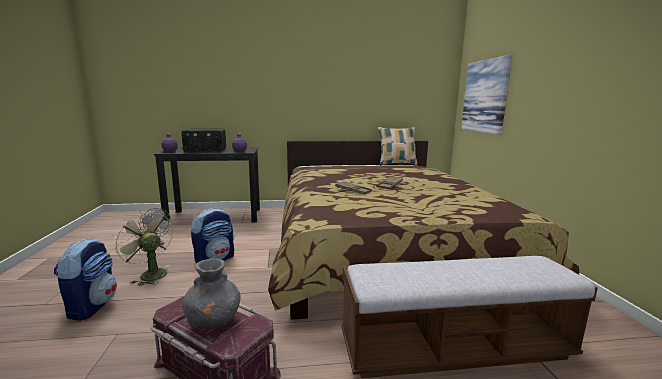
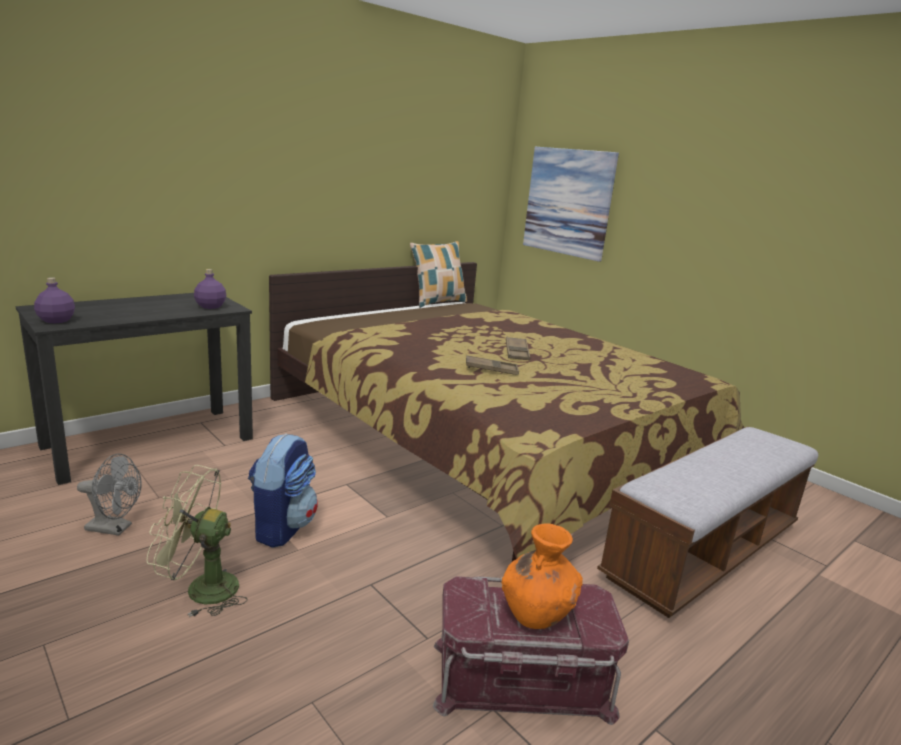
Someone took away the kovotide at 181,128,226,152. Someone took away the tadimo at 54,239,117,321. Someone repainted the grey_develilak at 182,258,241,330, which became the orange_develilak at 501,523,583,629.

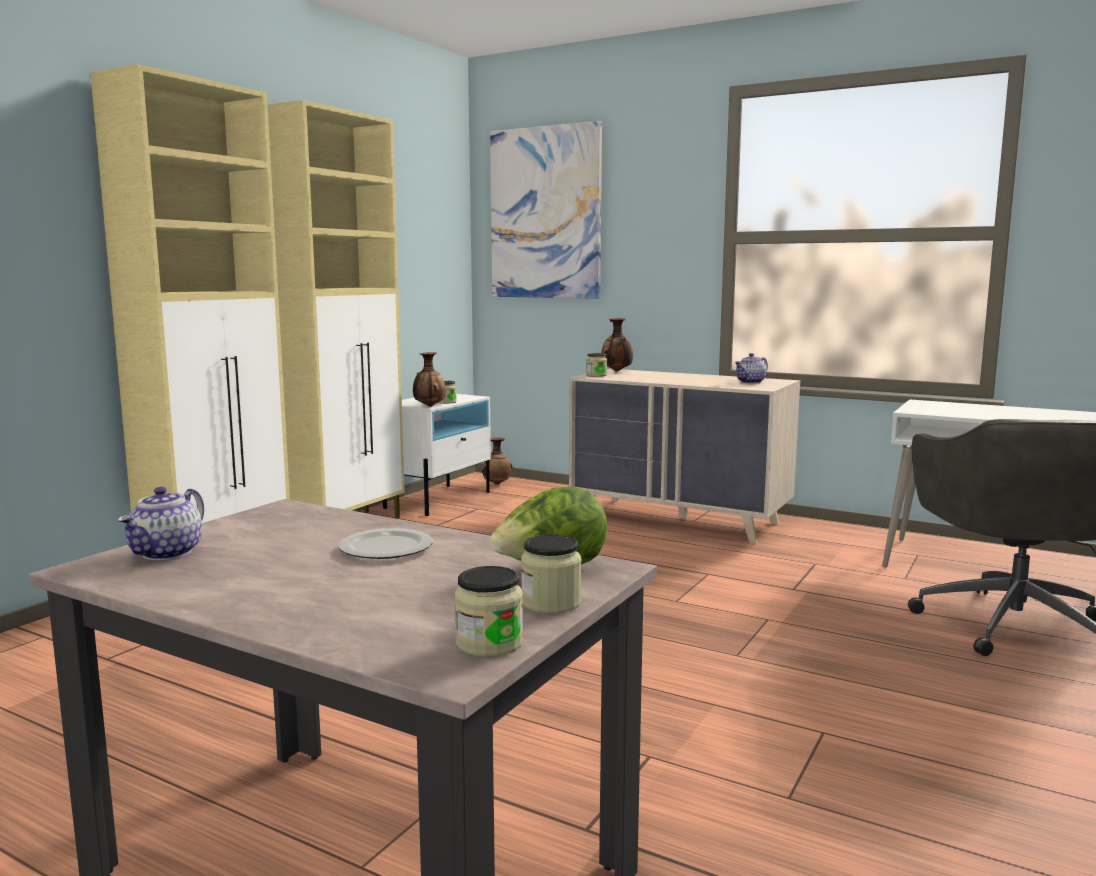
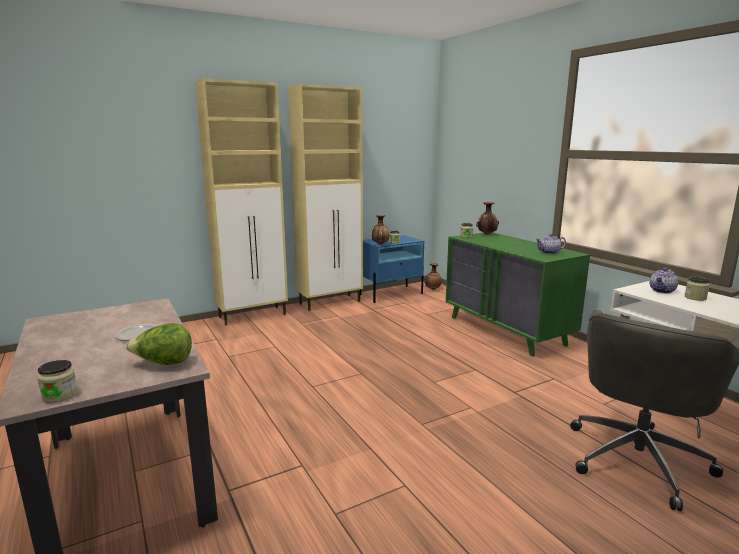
Someone took away the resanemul at 490,121,602,299. Someone repainted the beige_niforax at 569,369,800,544, which became the green_niforax at 446,233,590,357. Someone repainted the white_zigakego at 383,394,491,516, which became the blue_zigakego at 360,235,424,303. Someone carried the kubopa from 117,487,204,560 to 650,268,678,294. Someone carried the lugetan from 521,534,582,614 to 685,277,710,301.

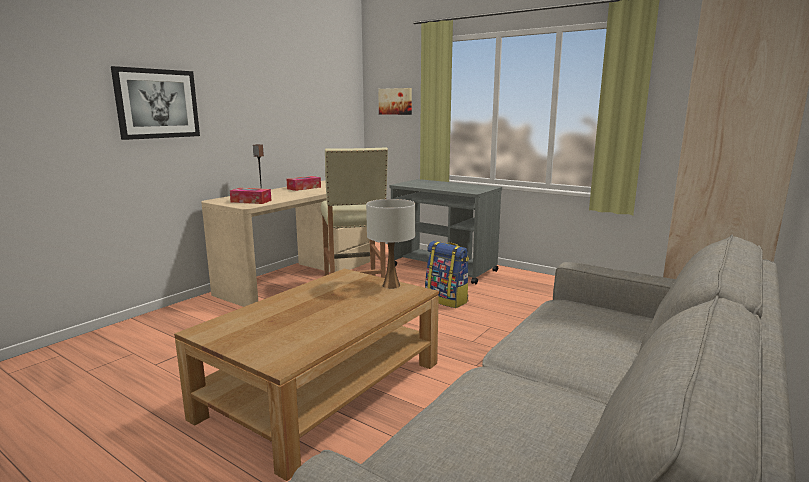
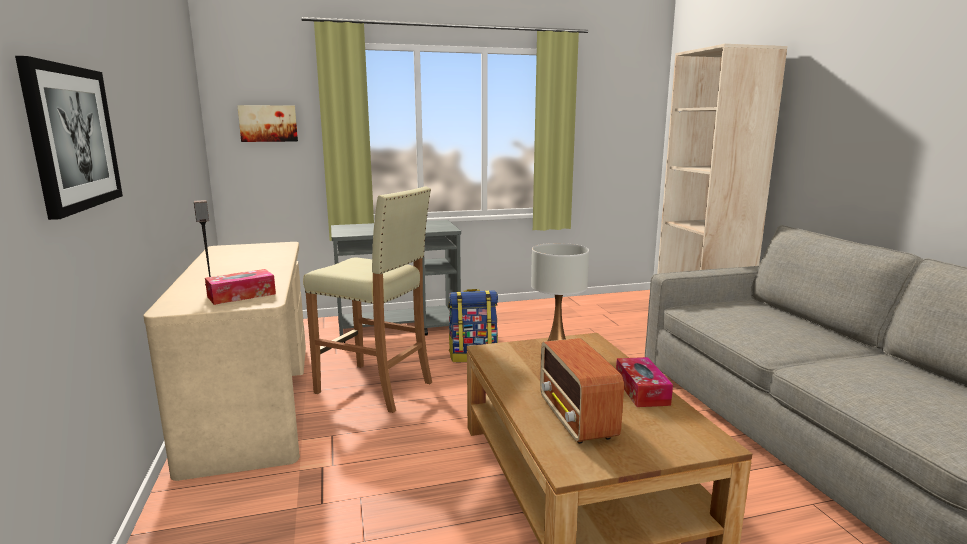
Someone carried the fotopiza from 286,176,321,191 to 616,357,673,407. Someone put down the kovotide at 540,338,624,444.

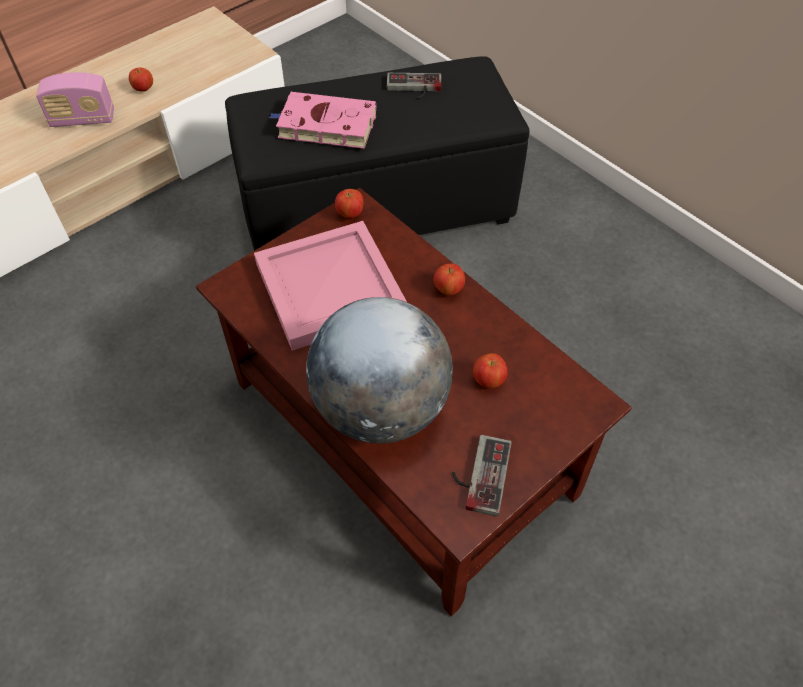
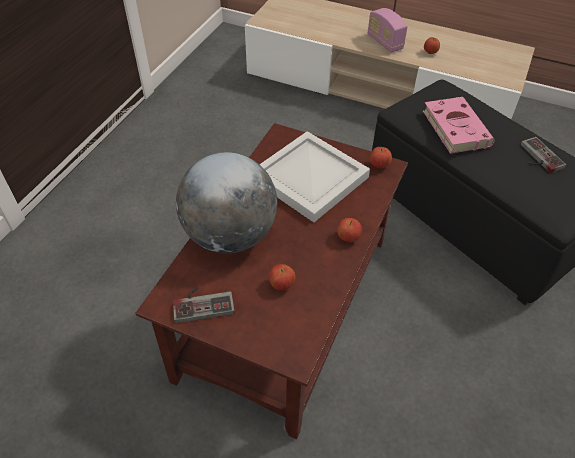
Someone repainted the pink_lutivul at 254,221,407,351, which became the white_lutivul at 259,131,370,222.

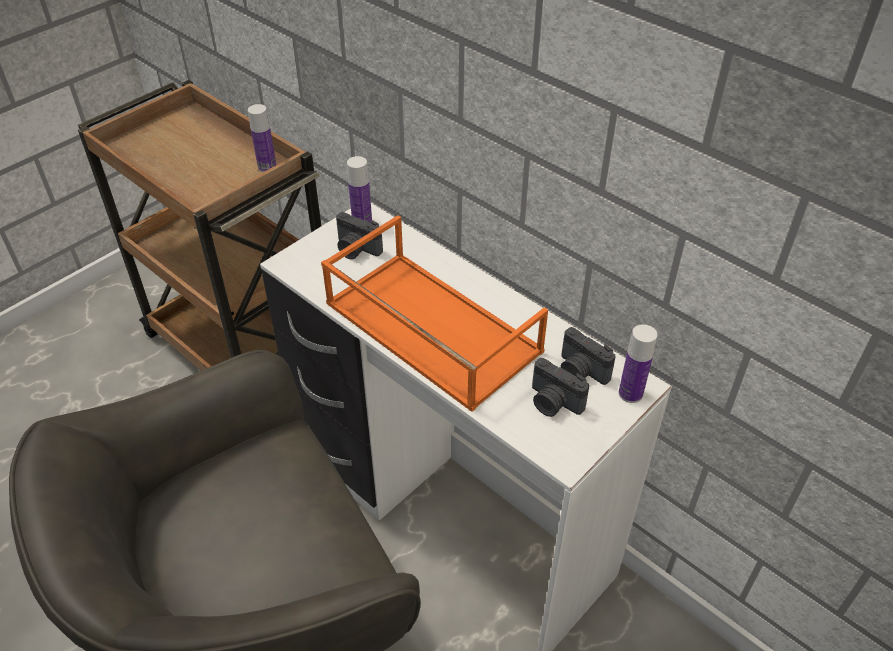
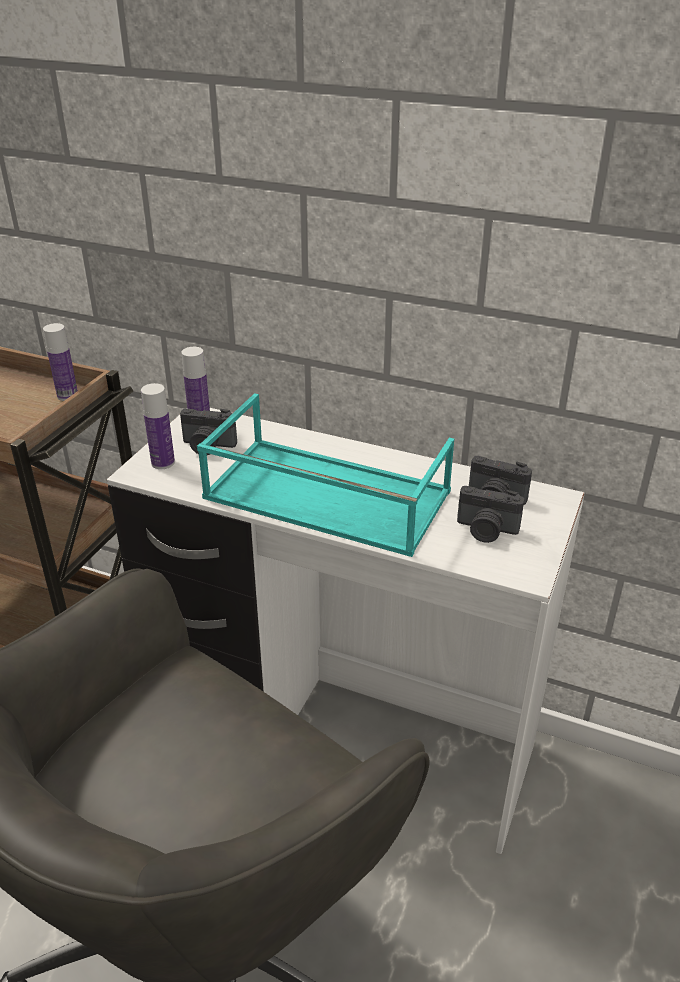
Someone repainted the orange_lutivul at 321,215,548,412, which became the turquoise_lutivul at 197,393,454,557. Someone carried the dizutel from 619,324,658,403 to 141,383,175,469.

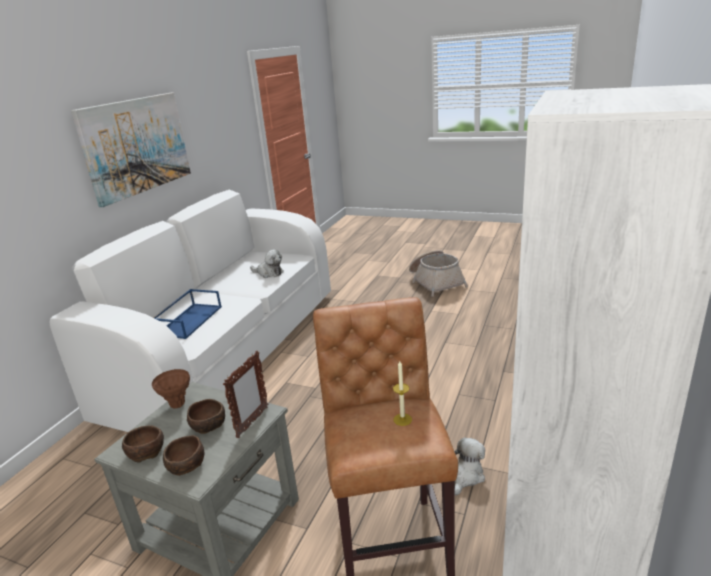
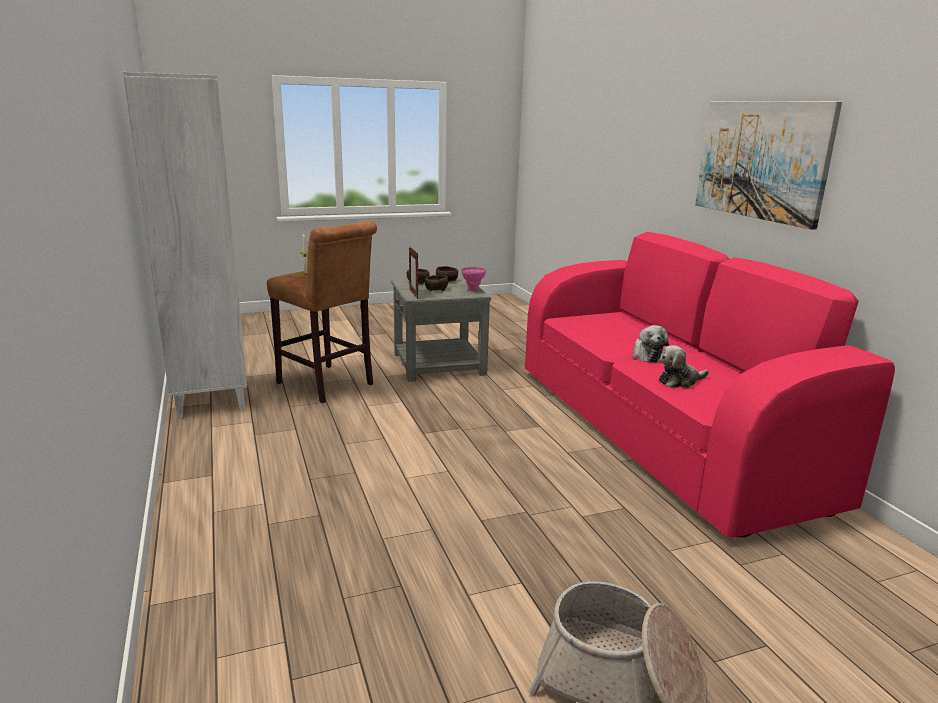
Someone repainted the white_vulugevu at 50,189,331,432, which became the pink_vulugevu at 525,232,895,538. Someone took away the blue_lutivul at 153,289,222,339. Someone repainted the brown_develilak at 152,369,190,409, which became the pink_develilak at 461,267,486,291. Someone carried the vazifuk from 454,437,485,496 to 632,325,669,362.

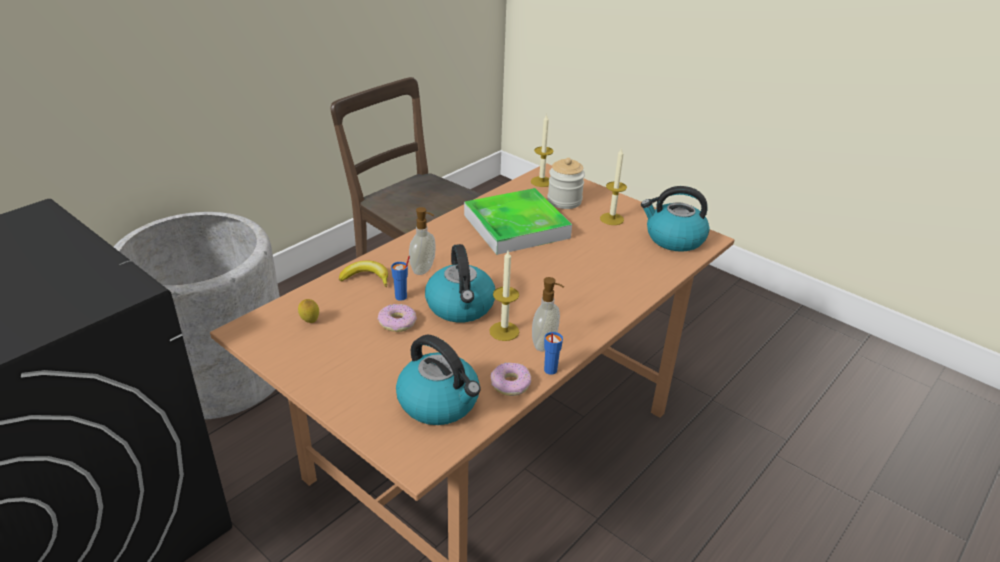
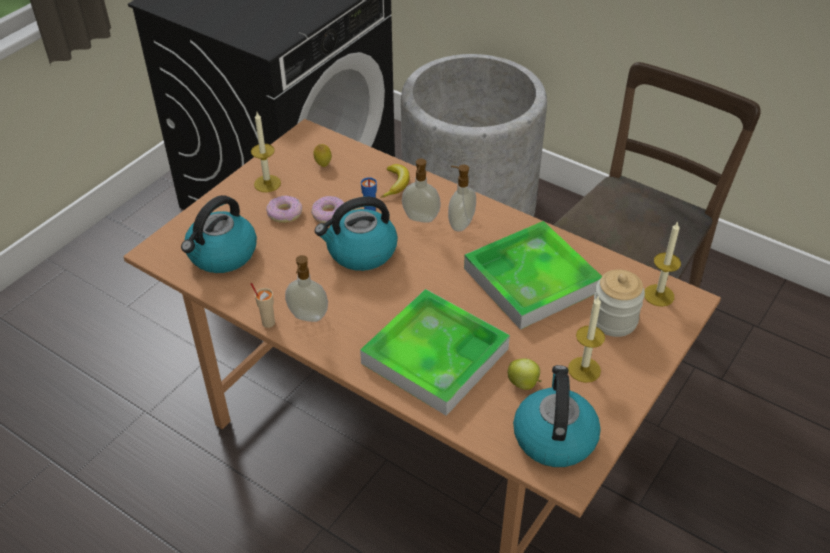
Someone carried the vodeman from 489,251,519,341 to 251,112,281,192. Someone repainted the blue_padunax at 544,332,563,375, which became the beige_padunax at 251,283,275,328. Someone carried the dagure from 491,363,531,396 to 266,196,302,223. Someone put down the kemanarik at 448,165,476,232. Someone put down the lutivul at 360,289,510,416. Someone put down the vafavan at 508,358,542,390.

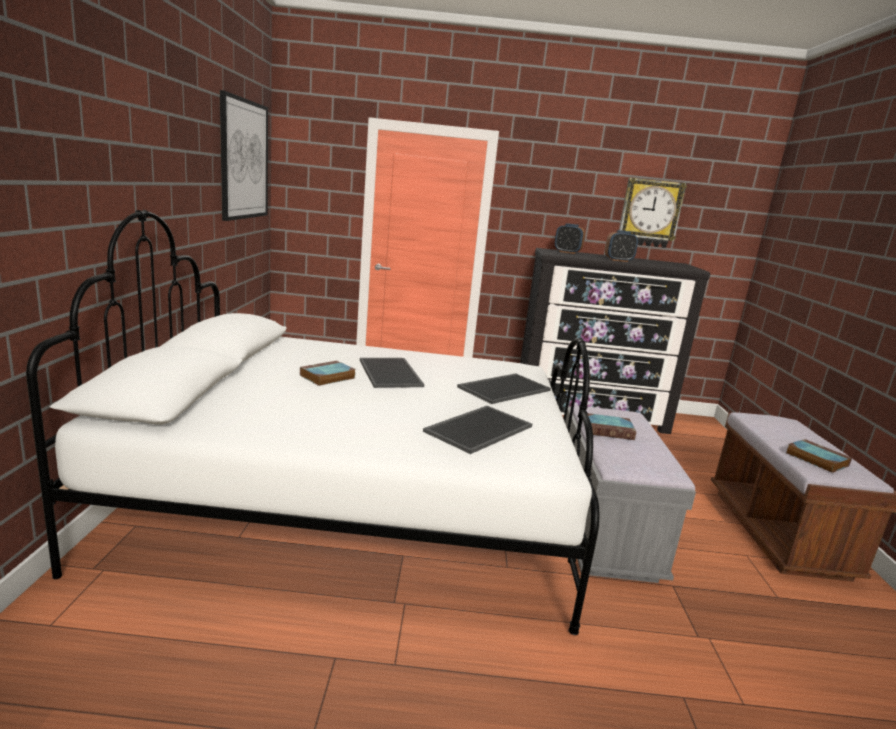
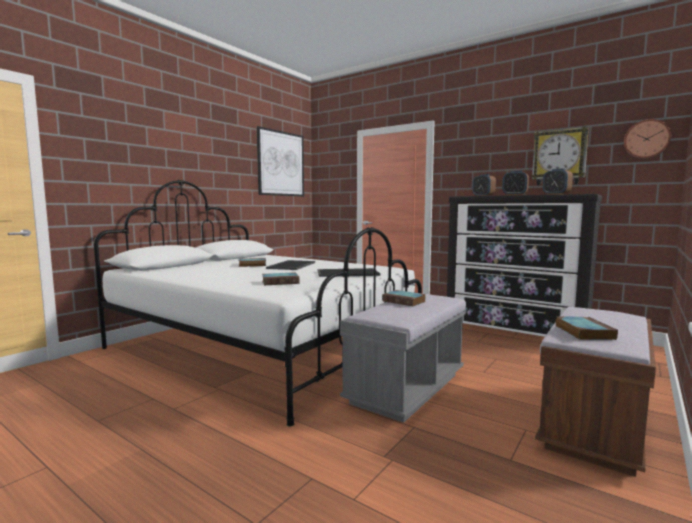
Someone swapped the lutivul at 423,406,532,454 for the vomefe at 262,272,299,285. Someone put up the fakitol at 624,119,671,159. Someone put down the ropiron at 543,168,573,195.

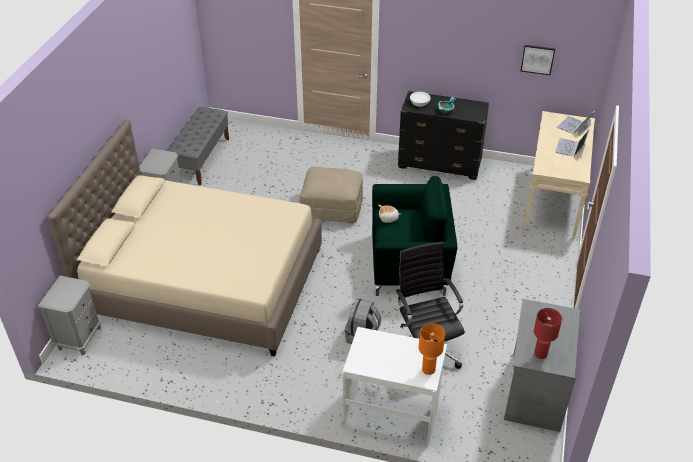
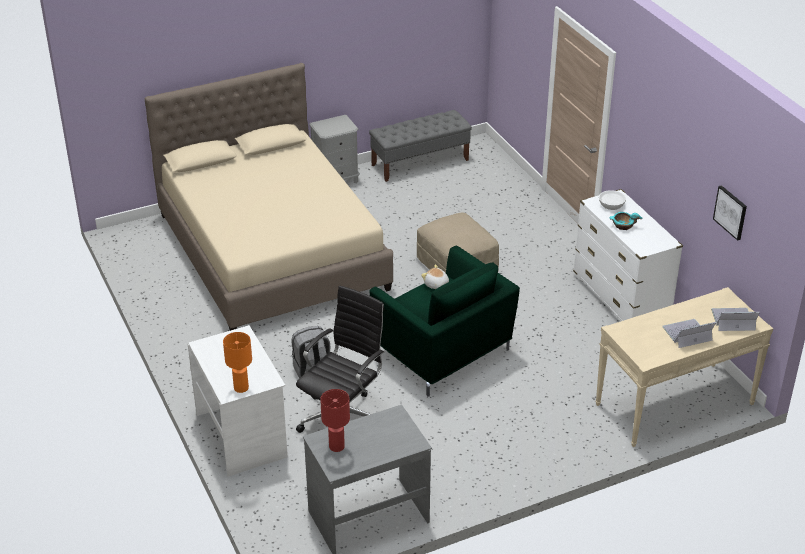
Someone repainted the black_niforax at 398,91,490,180, which became the white_niforax at 573,189,683,321. Someone took away the grey_zigakego at 38,276,101,355.

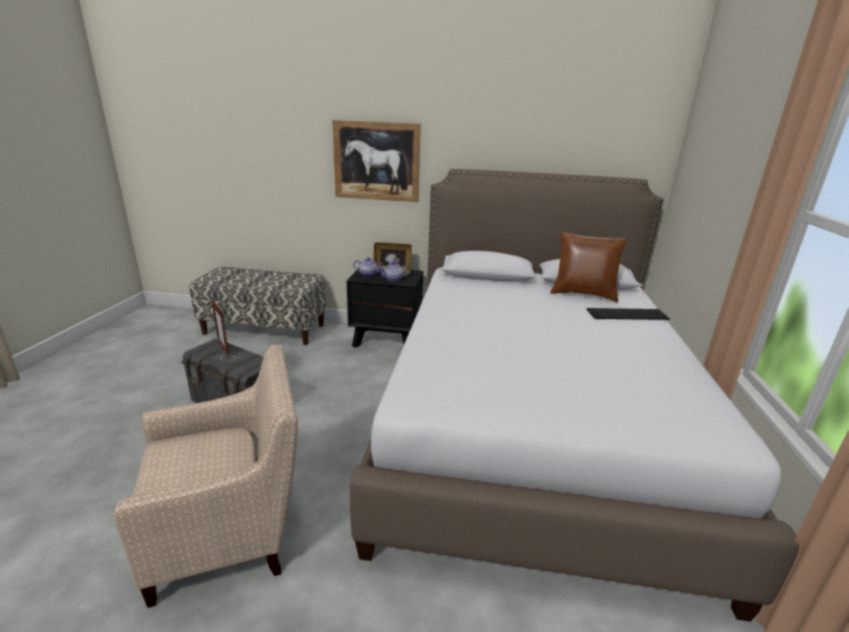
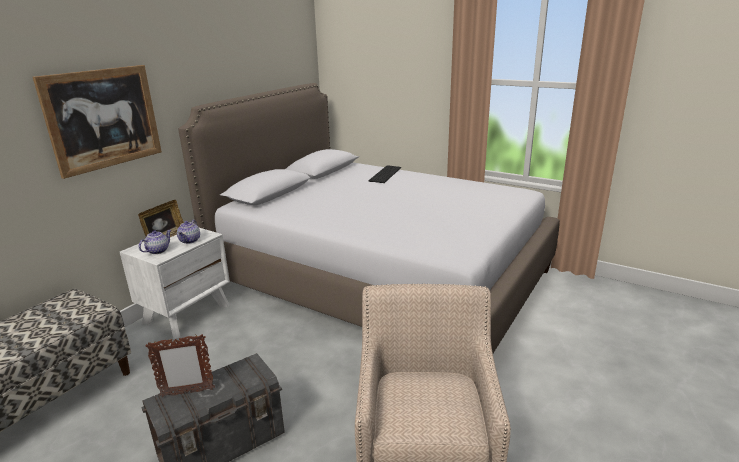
Someone took away the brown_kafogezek at 550,232,627,302. Someone repainted the black_zigakego at 347,268,423,348, which became the white_zigakego at 120,228,230,339.

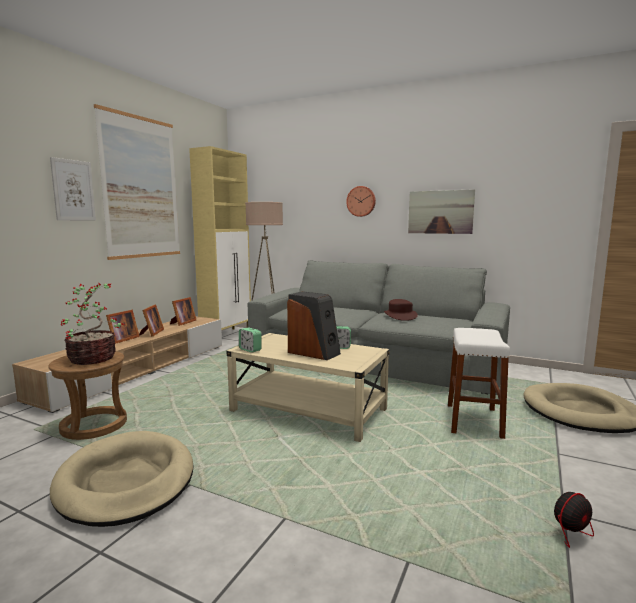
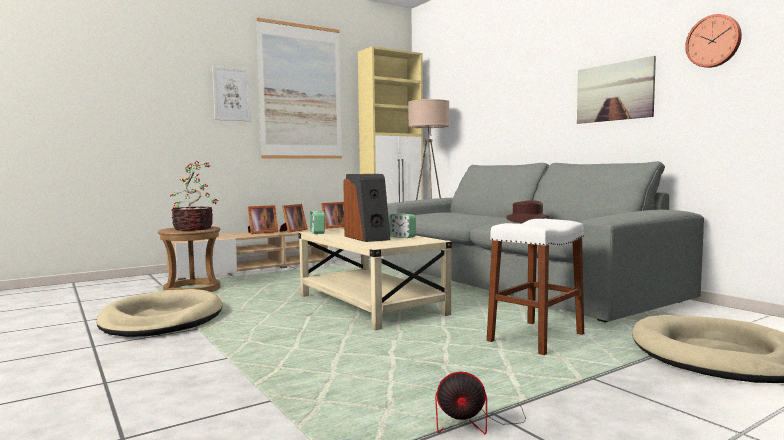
Someone carried the fakitol from 346,186,376,217 to 685,14,742,68.

